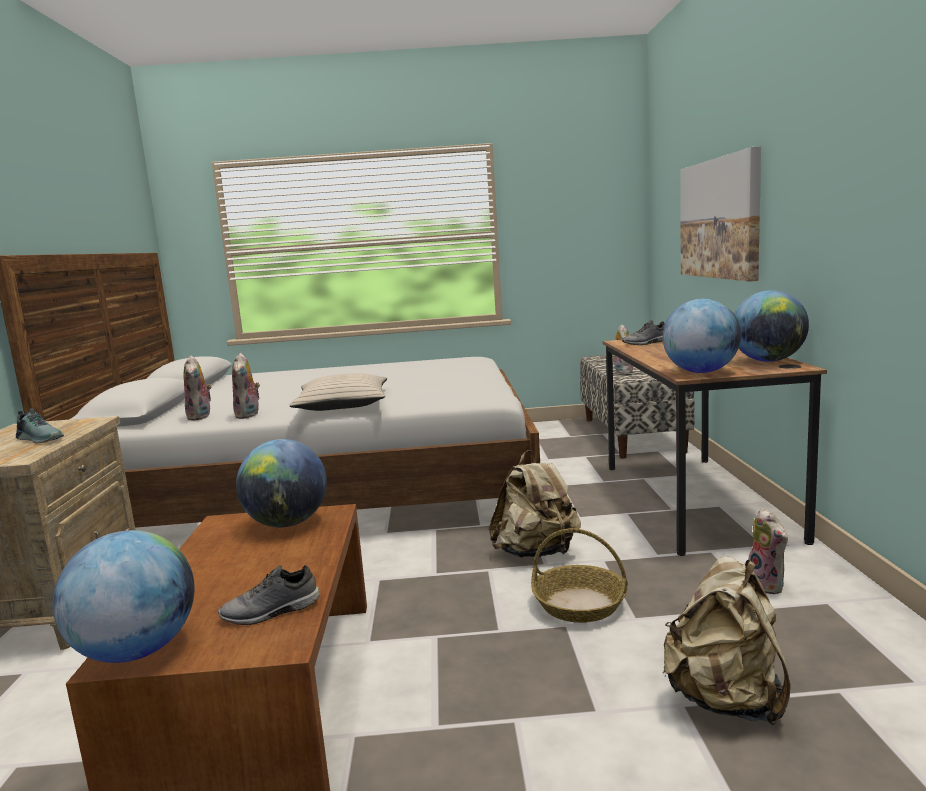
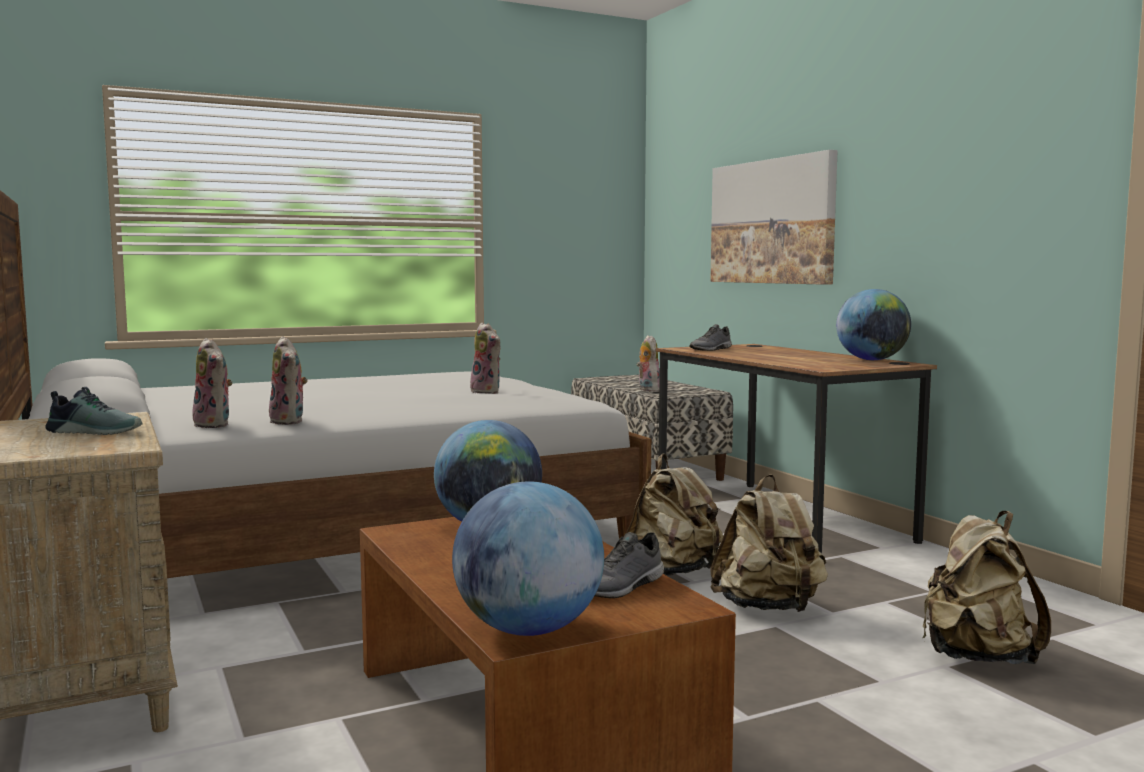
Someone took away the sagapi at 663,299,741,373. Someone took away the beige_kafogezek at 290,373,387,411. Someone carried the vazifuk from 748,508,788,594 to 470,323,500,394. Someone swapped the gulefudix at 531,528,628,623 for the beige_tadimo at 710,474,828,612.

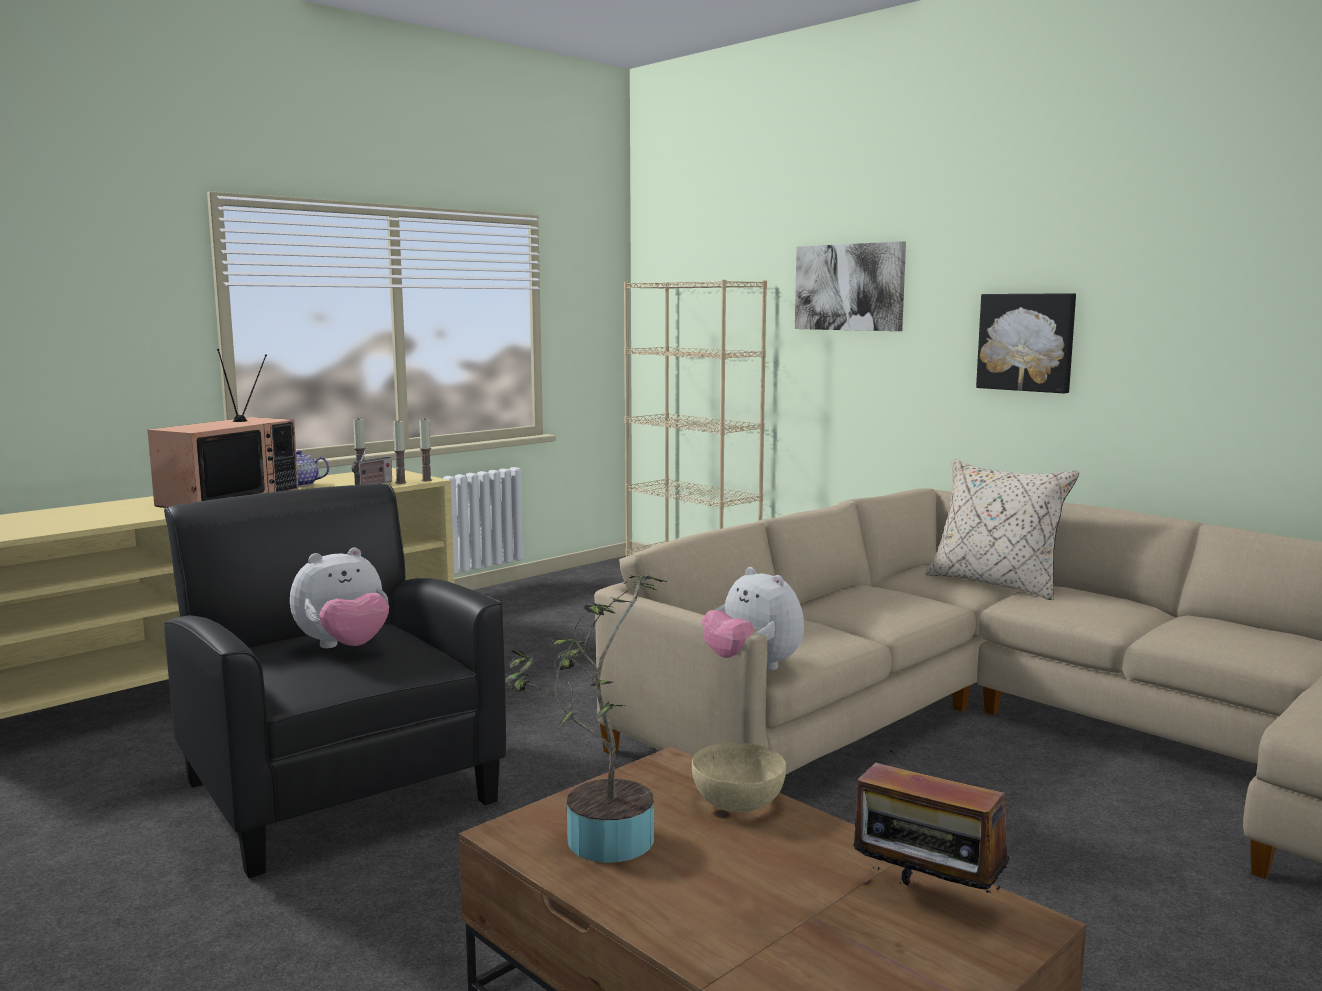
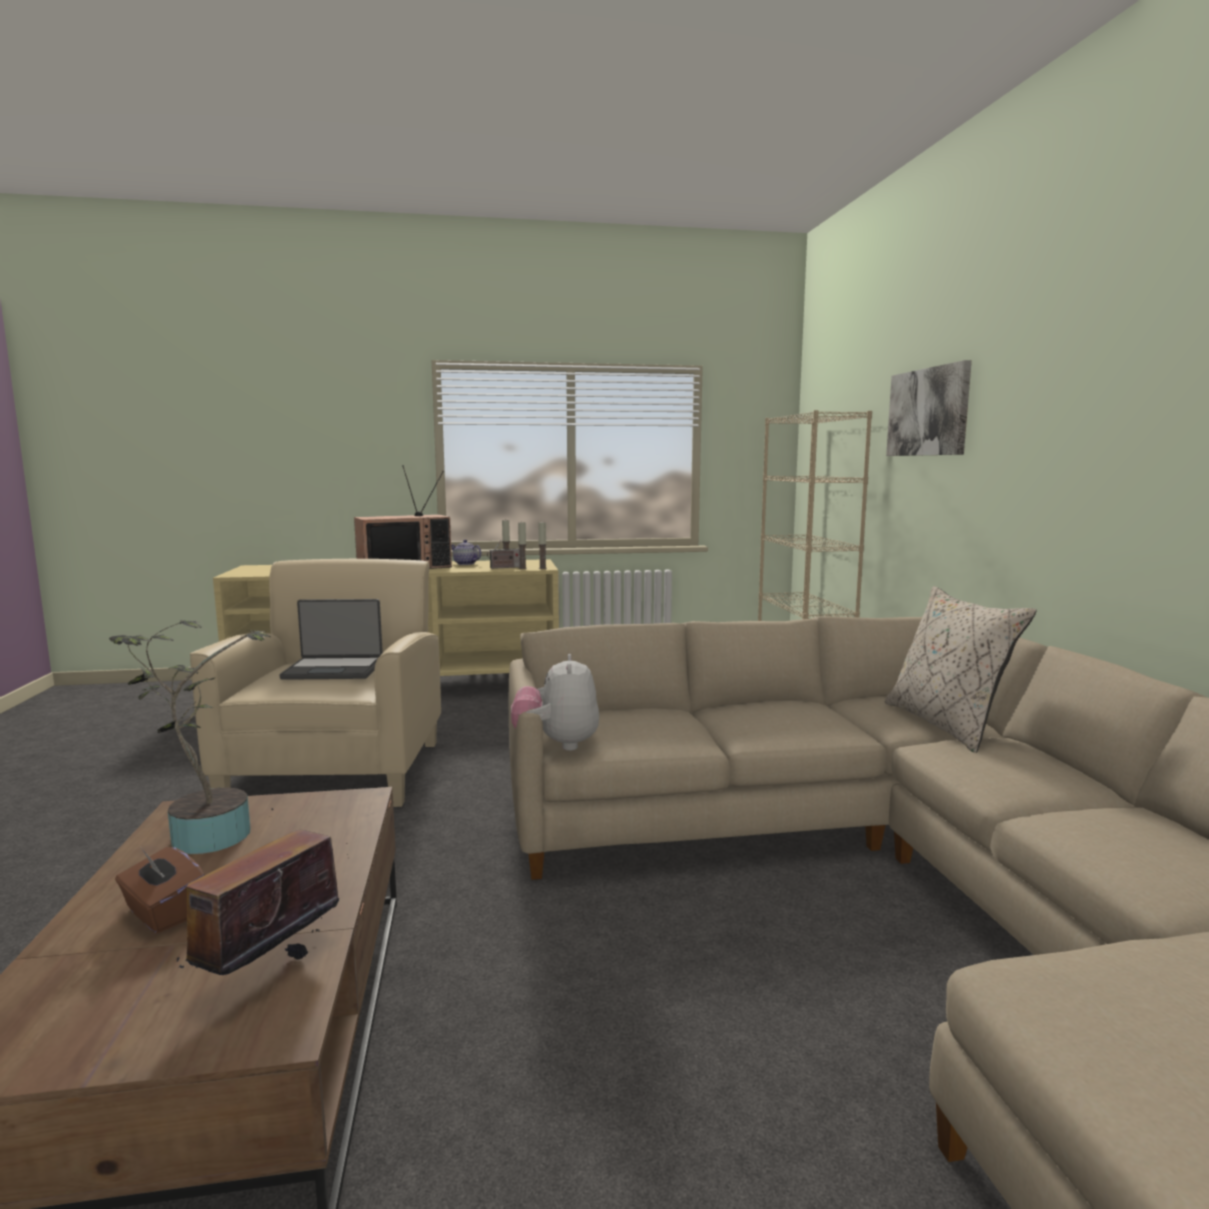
Someone took away the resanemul at 976,293,1076,394. Someone repainted the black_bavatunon at 164,484,506,878, which became the beige_bavatunon at 190,559,441,807. Someone swapped the vazifuk at 290,548,389,648 for the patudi at 279,599,383,680. Someone took away the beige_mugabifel at 692,742,786,812. Someone rotated the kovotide at 853,751,1009,896 by 45 degrees clockwise. Someone put down the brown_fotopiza at 115,847,205,933.

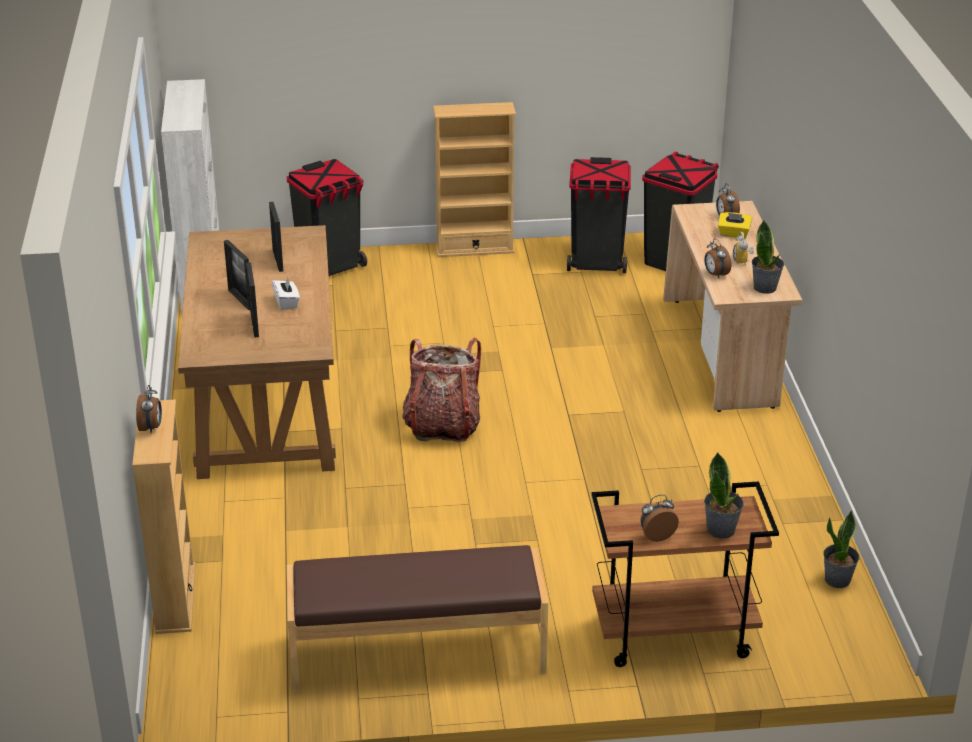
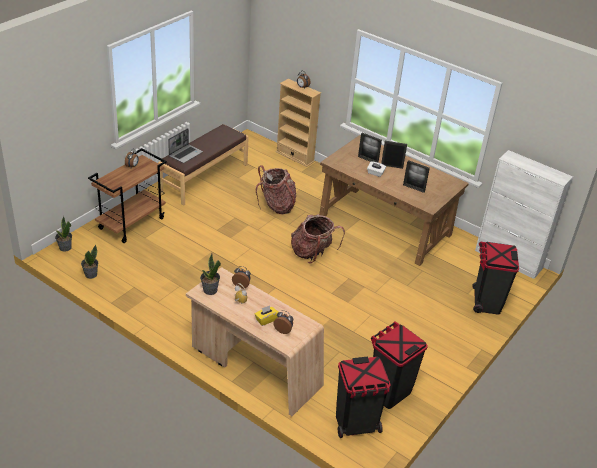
Someone took away the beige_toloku at 433,102,516,257. Someone carried the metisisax from 704,452,744,539 to 55,216,72,252. Someone put down the patudi at 168,128,203,163. Someone put down the tadimo at 256,165,296,214.

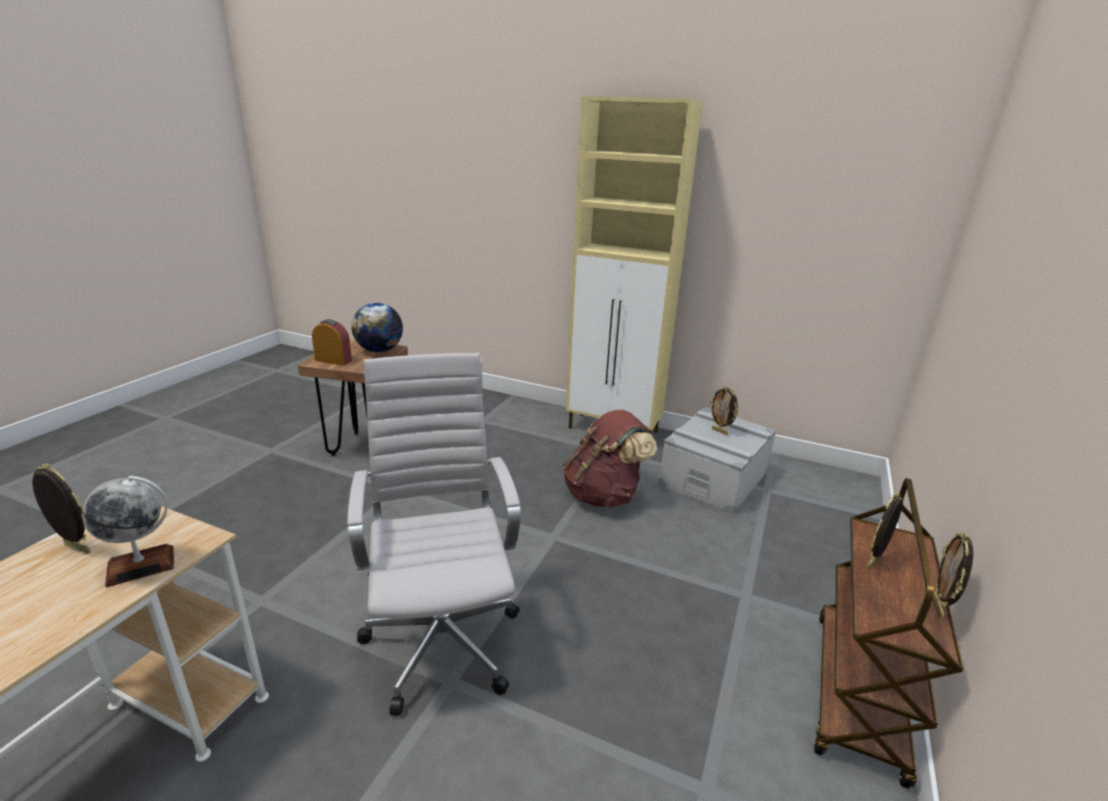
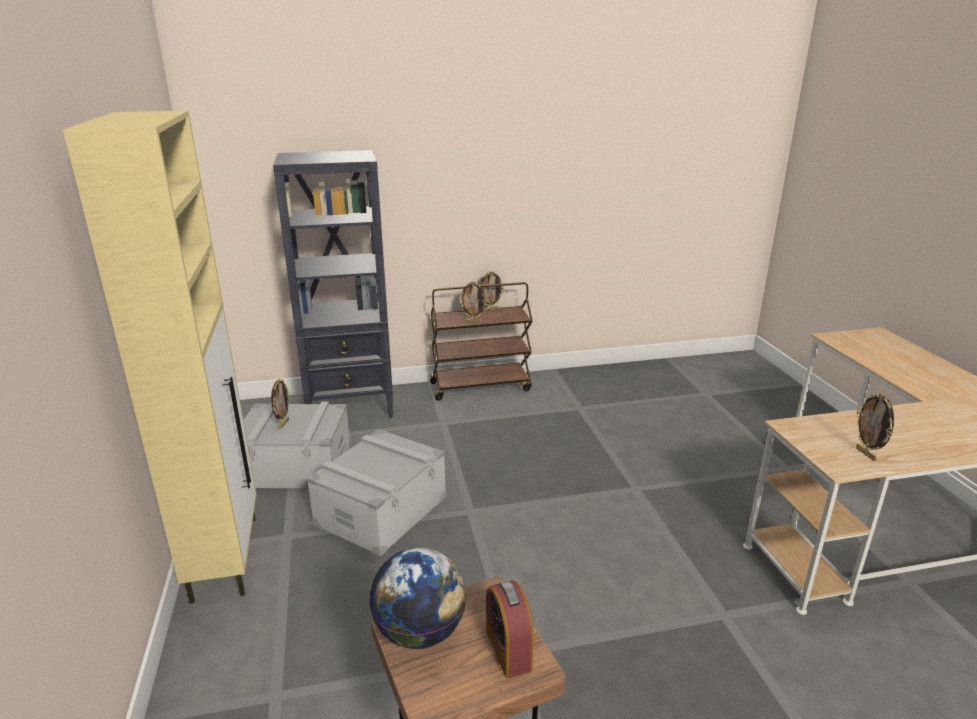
Someone took away the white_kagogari at 347,353,521,716. Someone swapped the brown_tadimo at 562,410,657,507 for the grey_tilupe at 307,429,446,557. Someone took away the sagapi at 82,476,174,587. Someone put down the black_toloku at 273,150,393,418.

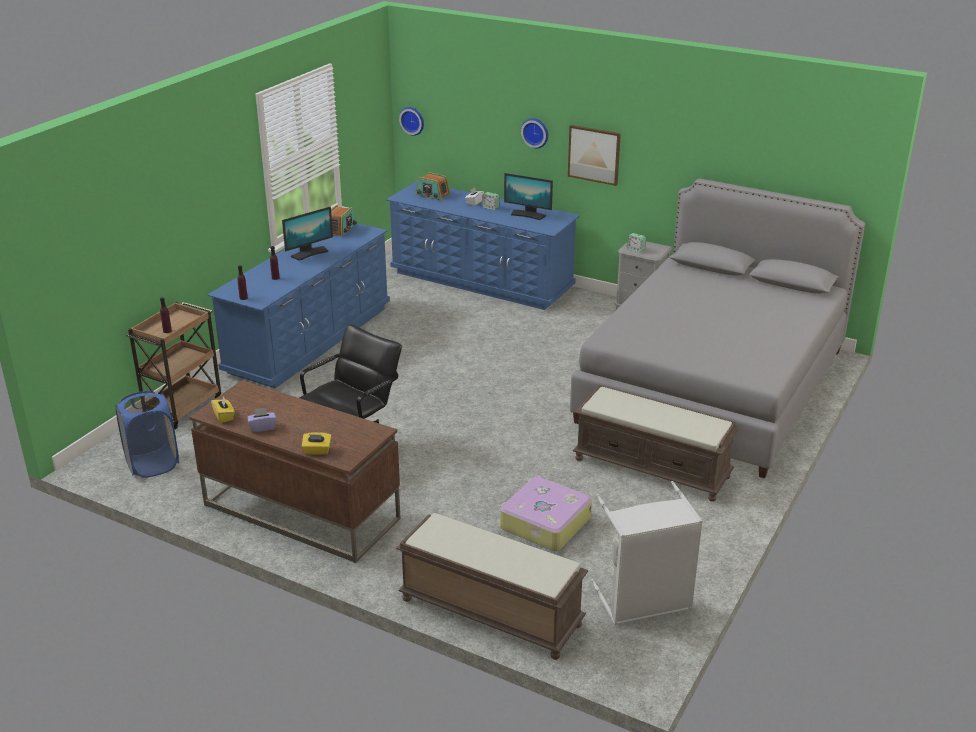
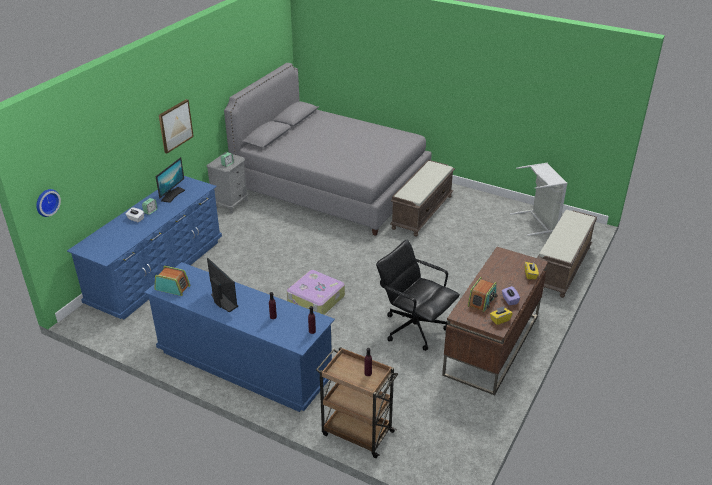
Someone took away the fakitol at 521,118,548,148. Someone carried the kovotide from 415,172,450,200 to 468,277,498,312. Someone took away the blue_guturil at 115,391,179,478. Someone carried the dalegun from 500,477,592,551 to 287,270,345,315.

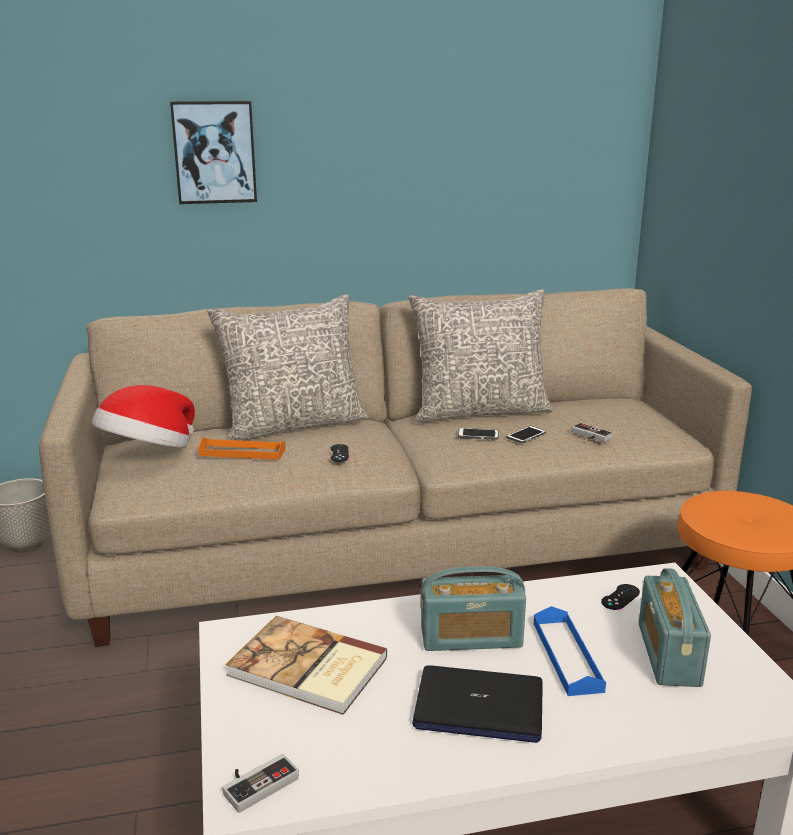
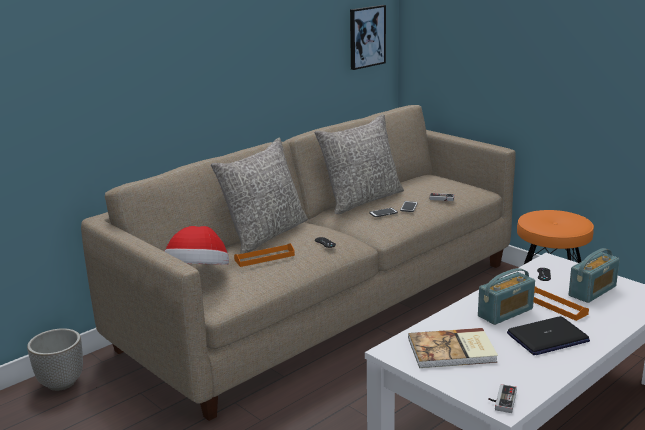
Someone carried the resanemul from 170,101,257,204 to 350,5,386,70. Someone rotated the kovotide at 639,568,711,687 by 105 degrees counterclockwise. Someone repainted the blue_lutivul at 534,606,606,696, which became the orange_lutivul at 534,286,589,321.

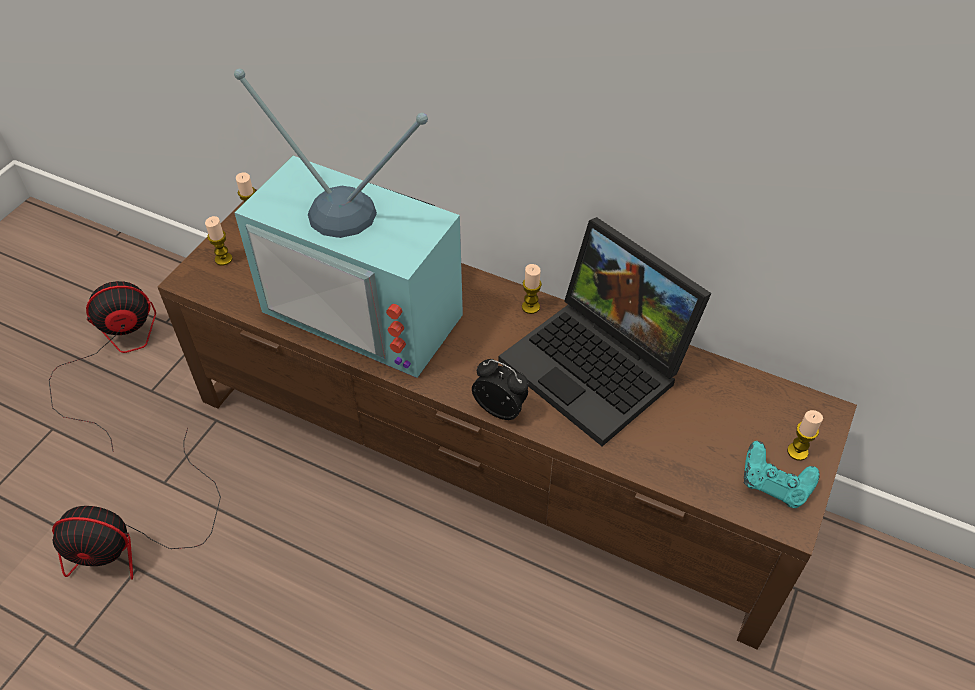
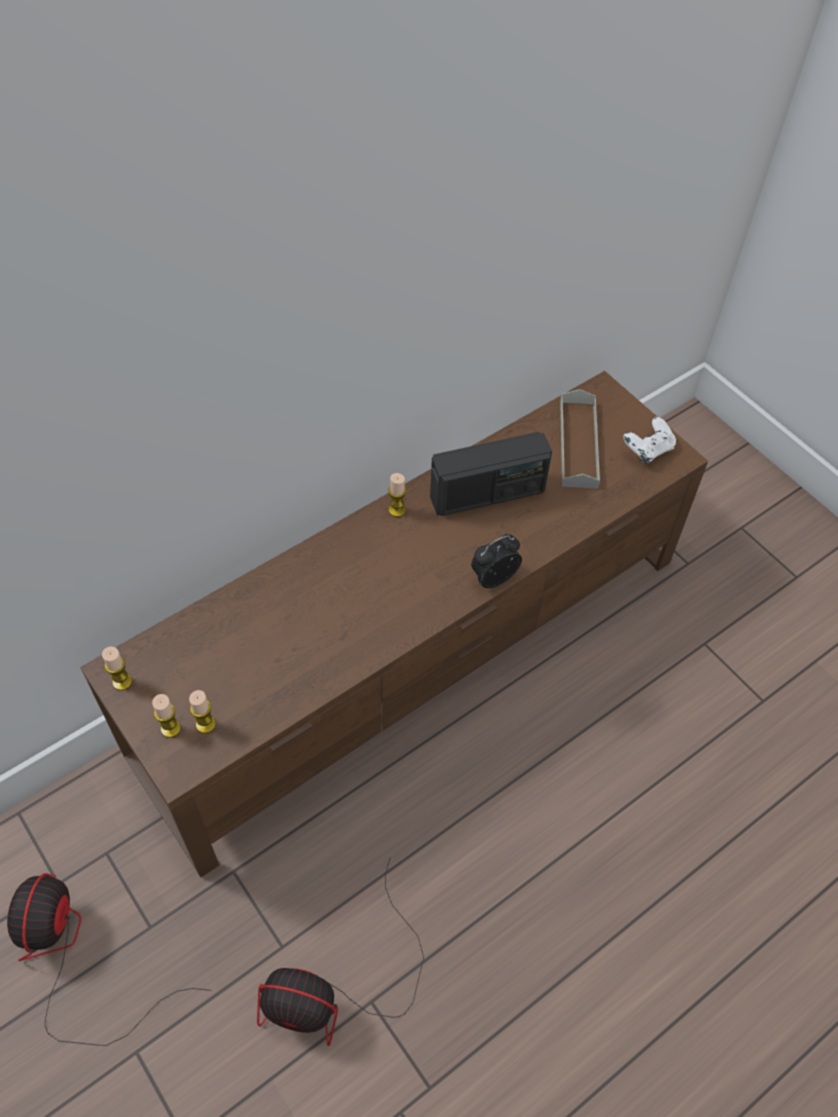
Someone took away the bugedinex at 234,69,463,378. Someone swapped the patudi at 499,217,711,446 for the kovotide at 430,432,552,516. Someone carried the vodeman from 787,410,823,461 to 189,690,216,734. Someone rotated the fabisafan at 52,428,221,580 by 75 degrees clockwise. Someone repainted the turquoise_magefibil at 744,441,820,508, which became the white_magefibil at 623,417,676,463. Someone put down the grey_lutivul at 560,389,600,489.

